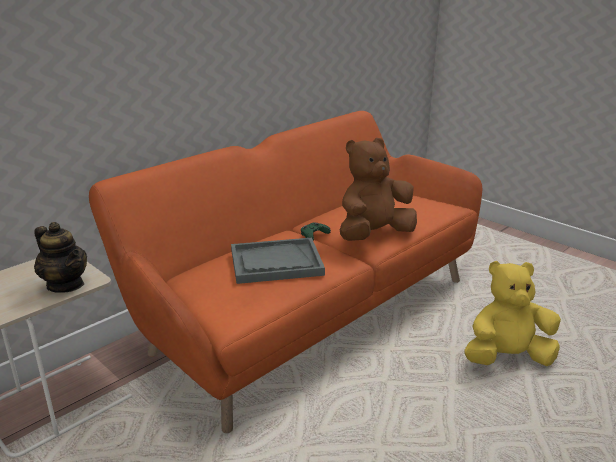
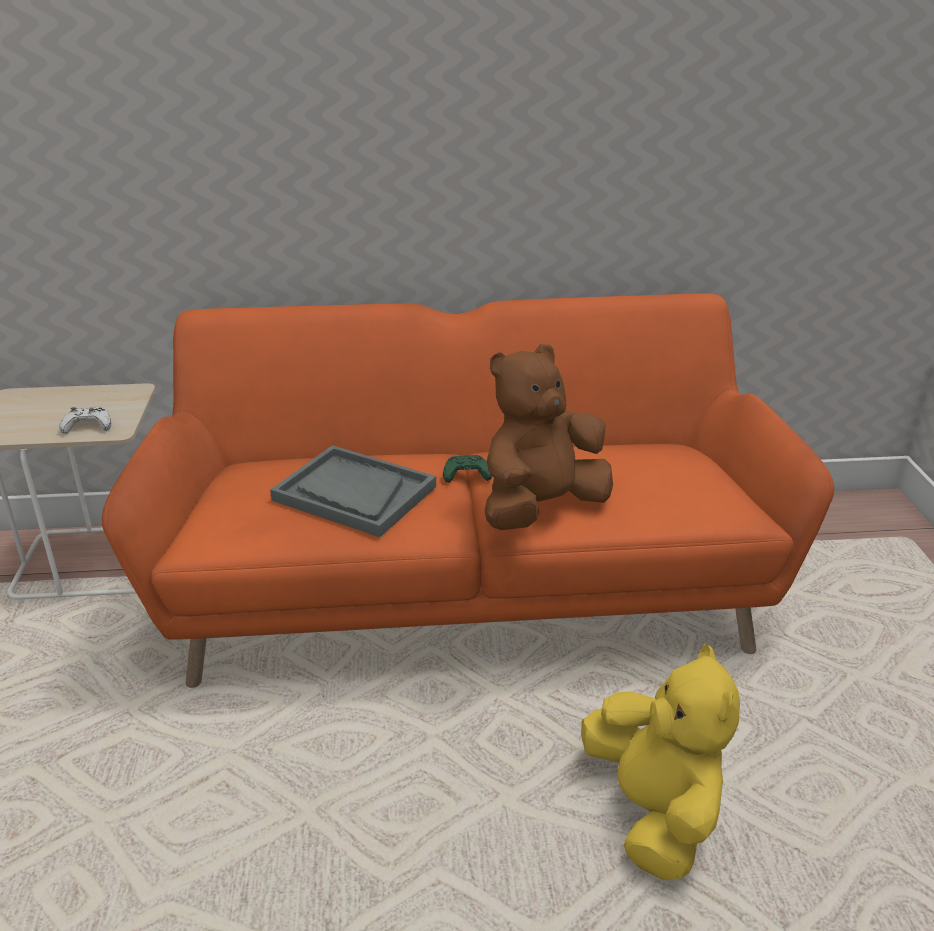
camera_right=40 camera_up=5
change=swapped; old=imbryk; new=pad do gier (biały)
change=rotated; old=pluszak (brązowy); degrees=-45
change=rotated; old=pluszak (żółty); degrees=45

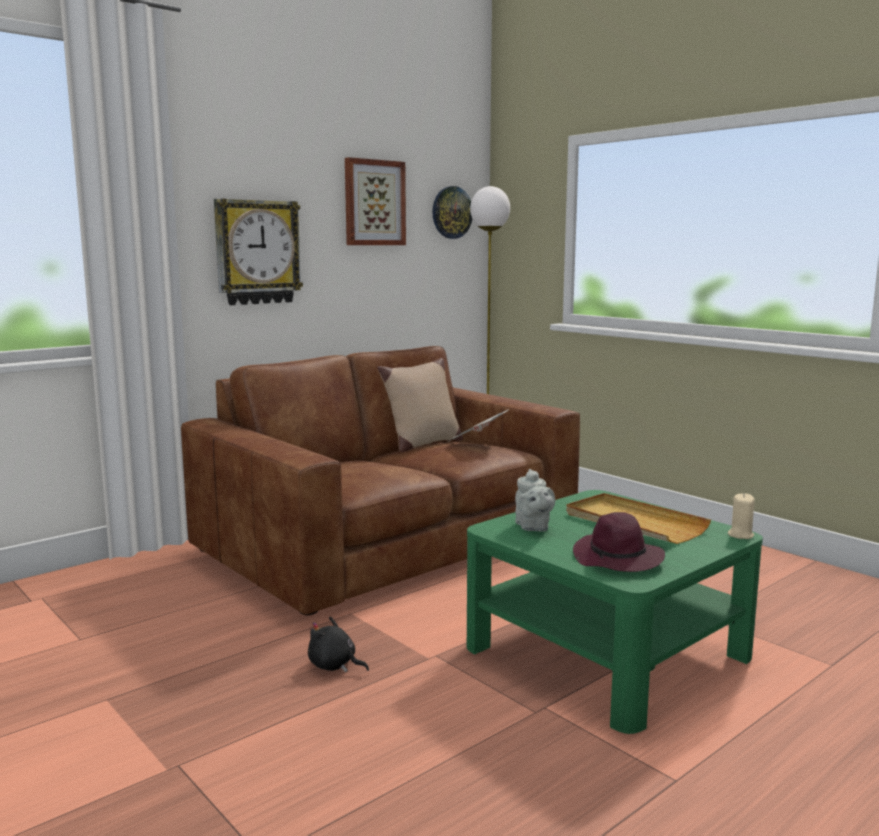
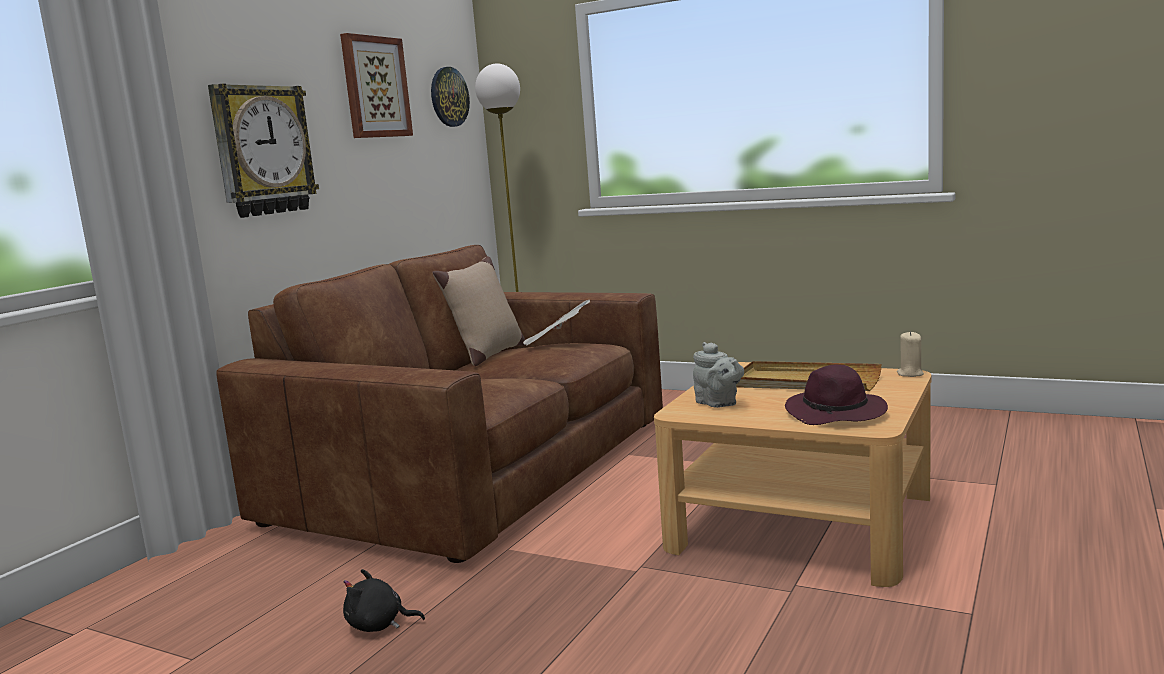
camera_right=-20 camera_up=0
change=shifted; old=pluszak (czarny)
change=repainted; old=ława (zielony); new=ława (beżowy)

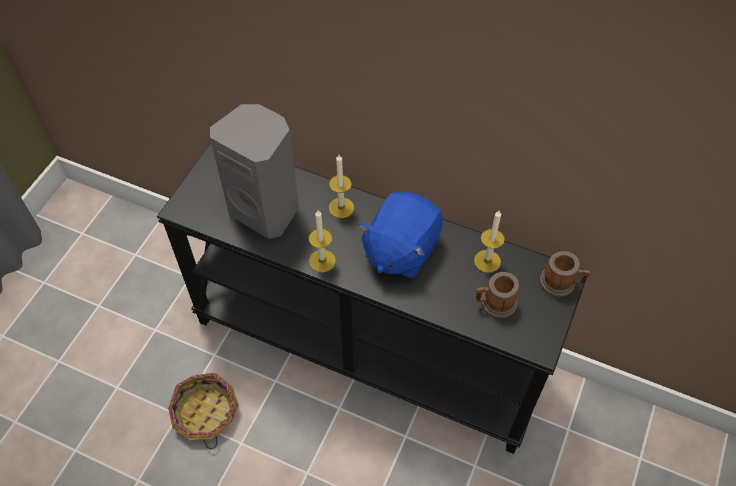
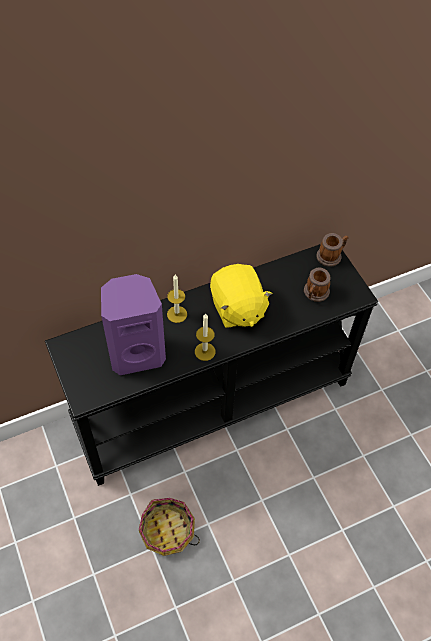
camera_right=-50 camera_up=0
change=gone; old=świeca (no. 3 from left)
change=repainted; old=głośnik (szary); new=głośnik (fioletowy)
change=repainted; old=pluszak (niebieski); new=pluszak (żółty)

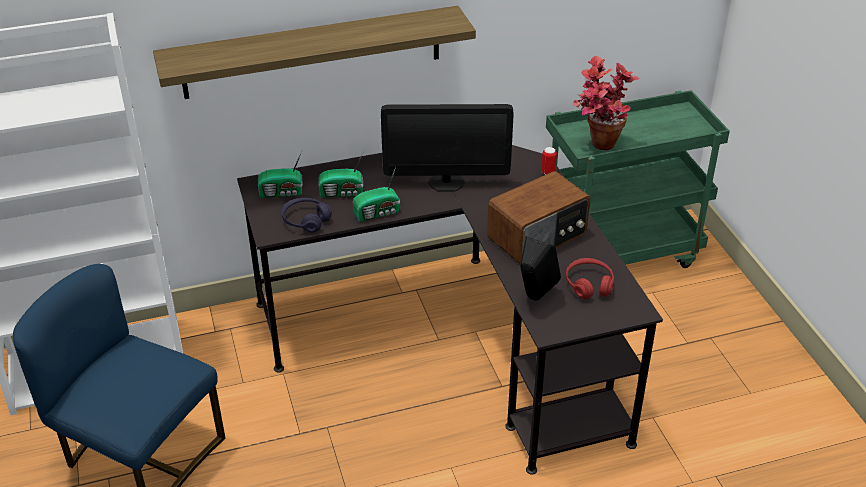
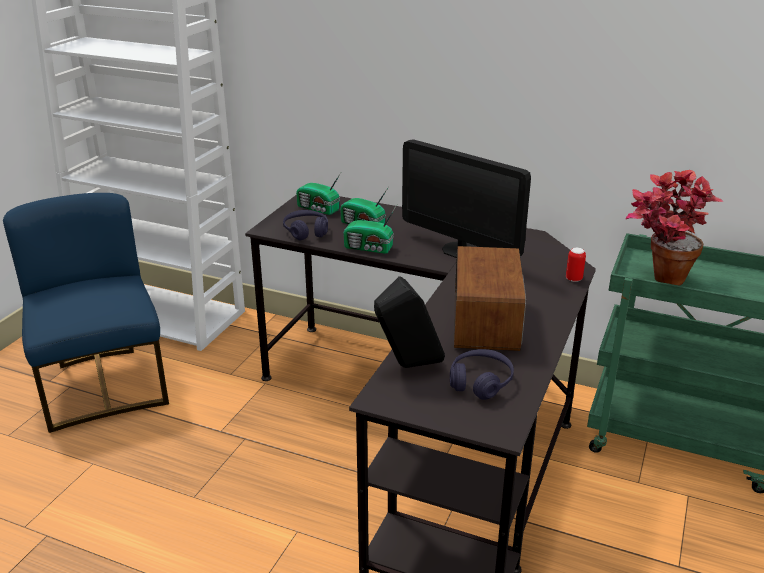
camera_right=40 camera_up=-10
change=gone; old=półka
change=repainted; old=słuchawki (czerwony); new=słuchawki (fioletowy) (no. 2 from left)
change=rotated; old=radio (no. 4 from left); degrees=-90

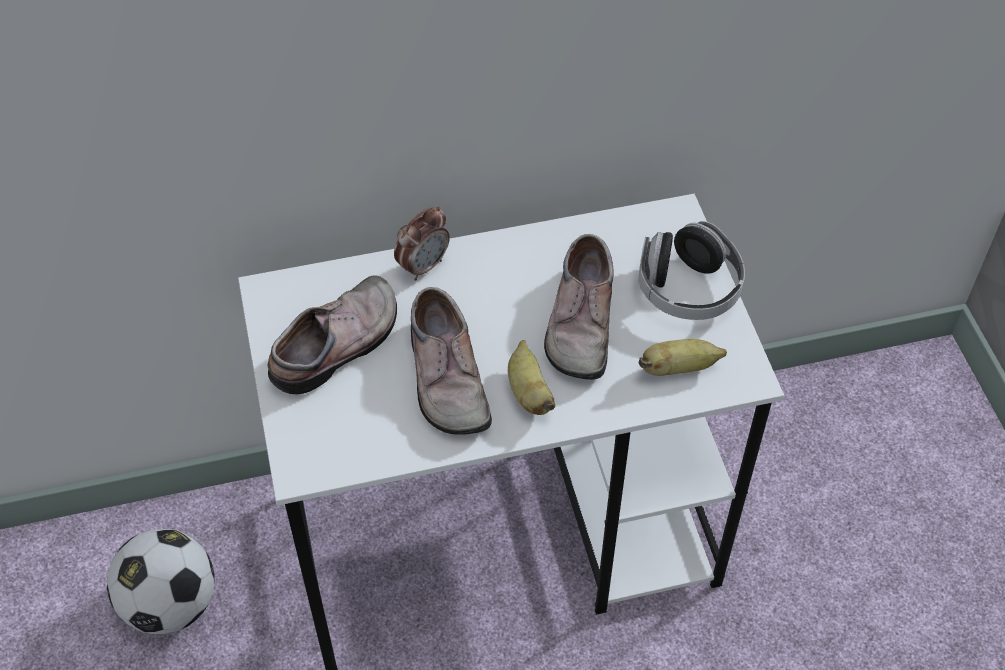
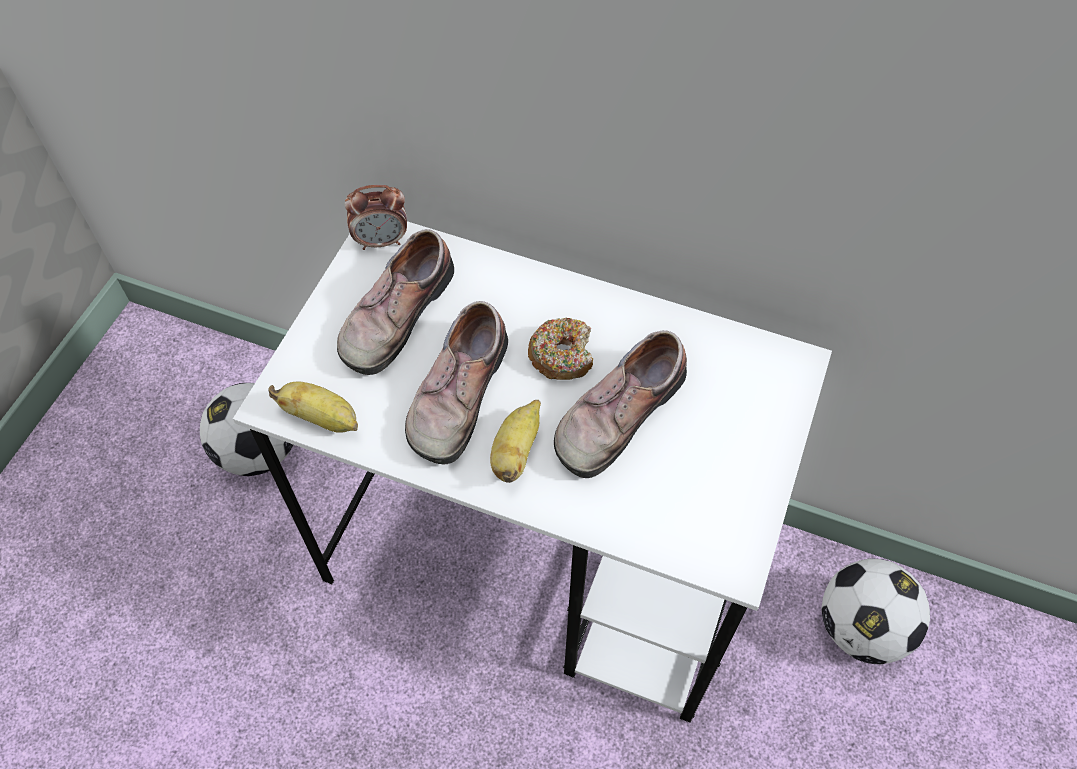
camera_right=35 camera_up=5
change=gone; old=słuchawki
change=new; new=donut
change=new; new=piłka futbolowa (no. 2 from left)
change=shifted; old=budzik
change=shifted; old=banan (no. 2 from left in the first image); new=banan (no. 1 from left)
change=rotated; old=but (no. 1 from left); degrees=135

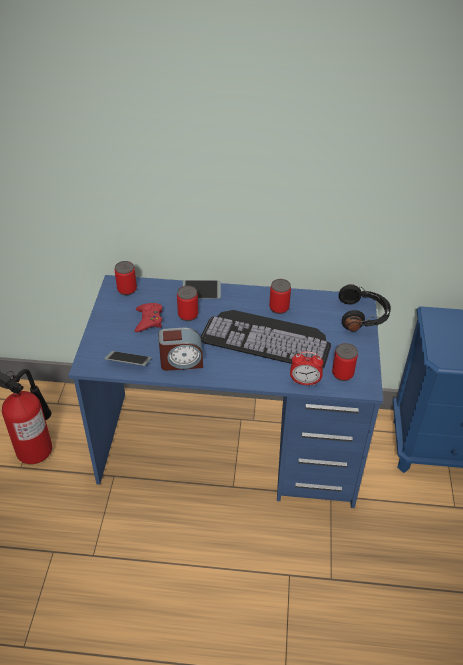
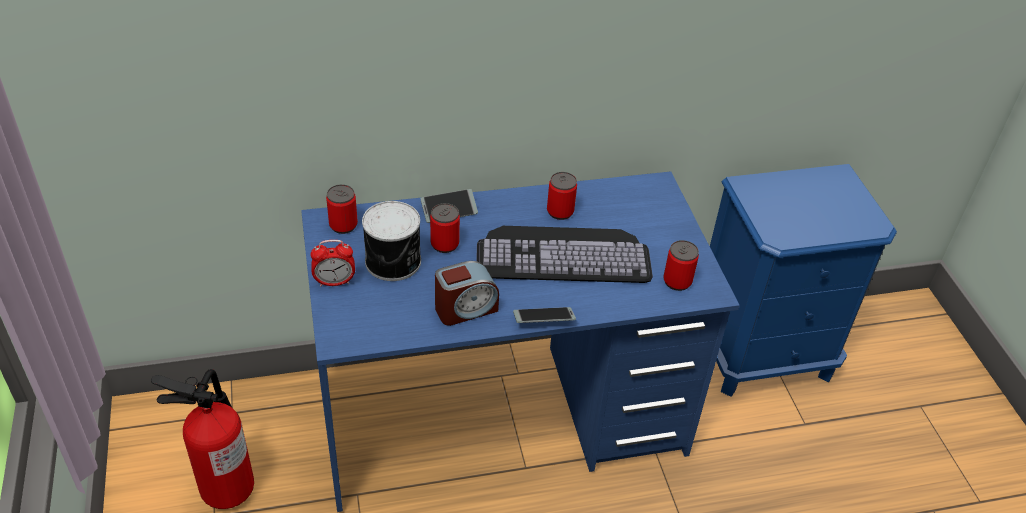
camera_right=-20 camera_up=0
change=gone; old=słuchawki (czarny)
change=shifted; old=telefon (no. 1 from left in the first image); new=telefon (no. 2 from left)
change=shifted; old=budzik (no. 2 from left in the first image); new=budzik (no. 1 from left)
change=swapped; old=pad do gier (czerwony); new=puszka (no. 2 from left)

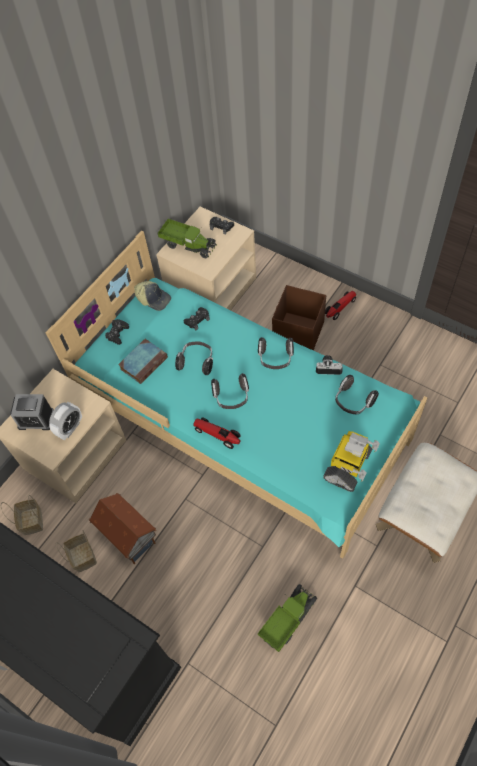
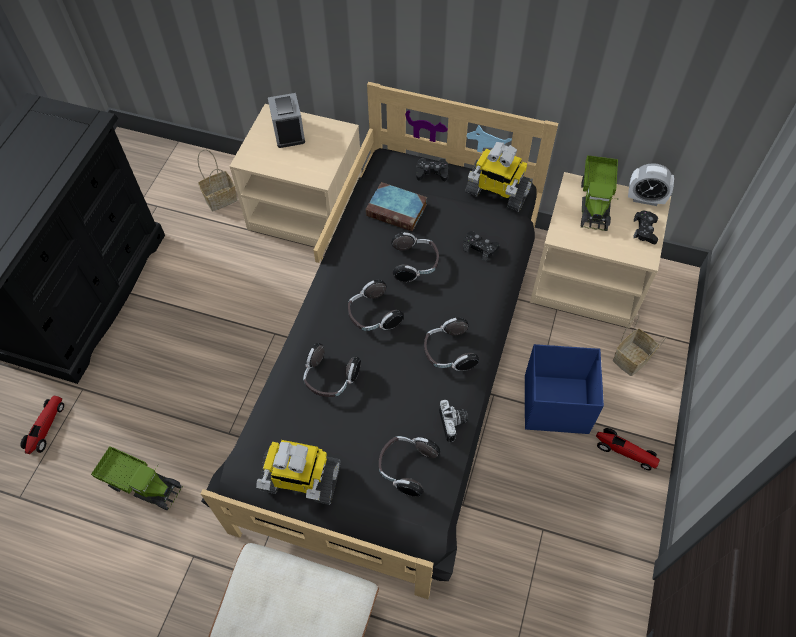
camera_right=70 camera_up=0
change=gone; old=domek
change=new; new=słuchawki (no. 1 from left)
change=shifted; old=budzik (no. 2 from left)
change=shifted; old=koszyk (no. 2 from left)
change=shifted; old=samochodzik (no. 1 from left)
change=swapped; old=czapka z daszkiem; new=robot zabawkowy (no. 2 from left)
change=repainted; old=łóżko (turkusowy); new=łóżko (czarny)
change=repainted; old=pojemnik do przechowywania (brązowy); new=pojemnik do przechowywania (niebieski)

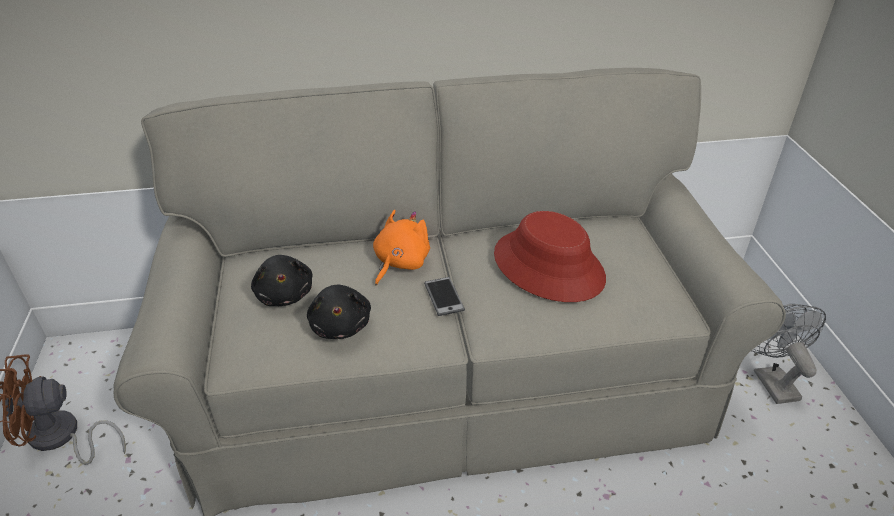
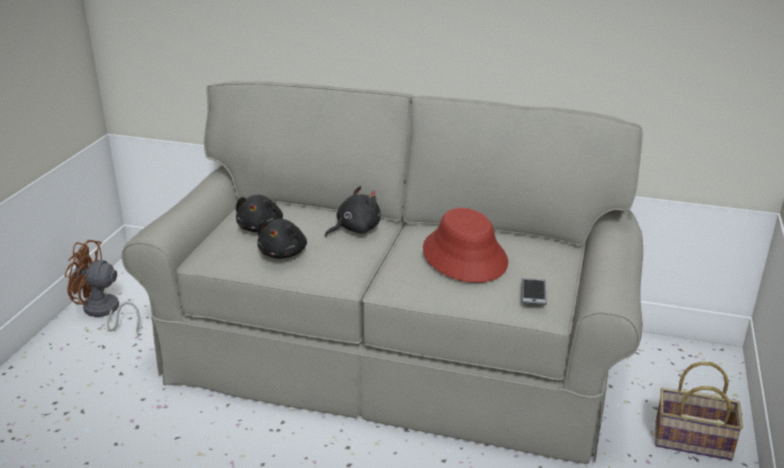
camera_right=25 camera_up=-10
change=shifted; old=telefon
change=swapped; old=wentylator (szary); new=koszyk
change=repainted; old=pluszak (pomarańczowy); new=pluszak (czarny) (no. 3 from left)

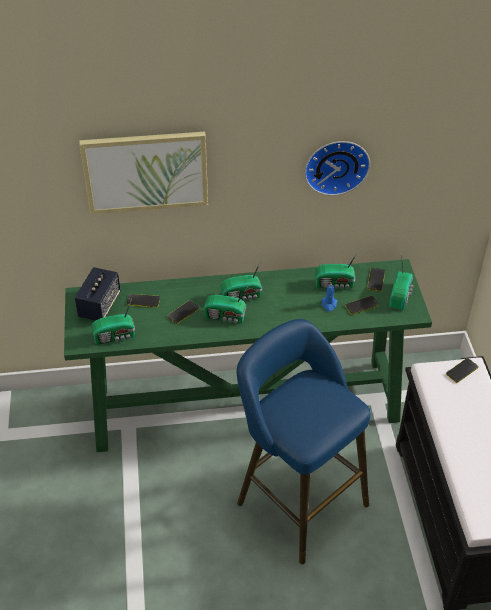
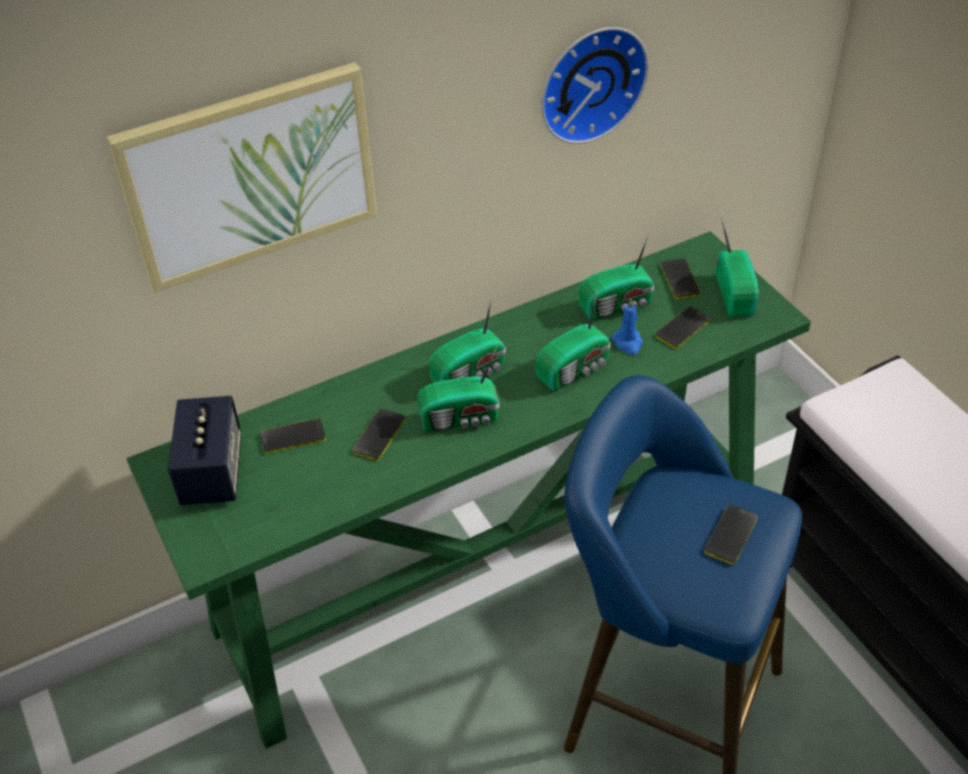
camera_right=-20 camera_up=0
change=shifted; old=radio (no. 1 from left in the first image); new=radio (no. 3 from left)
change=shifted; old=telefon (no. 5 from left)

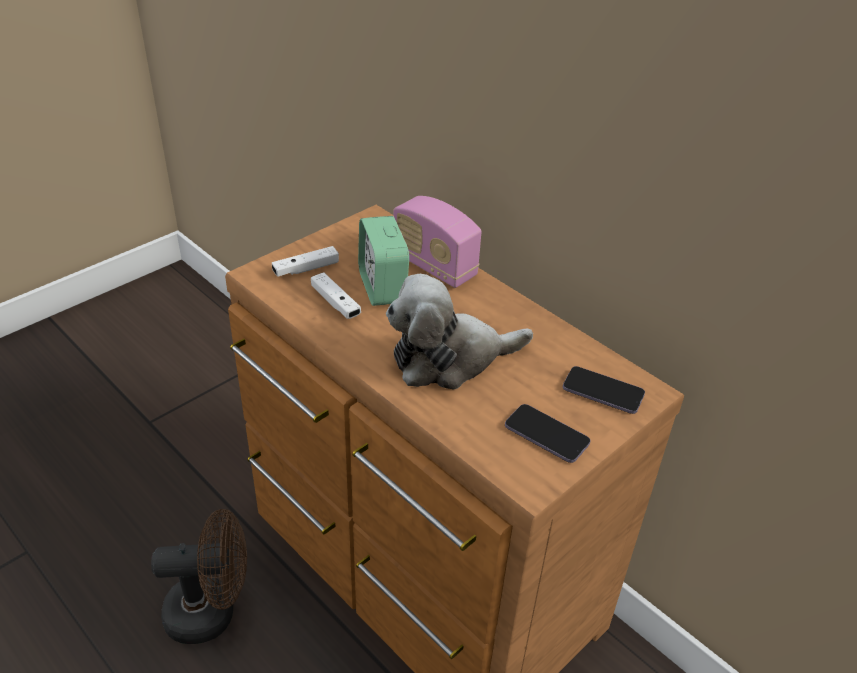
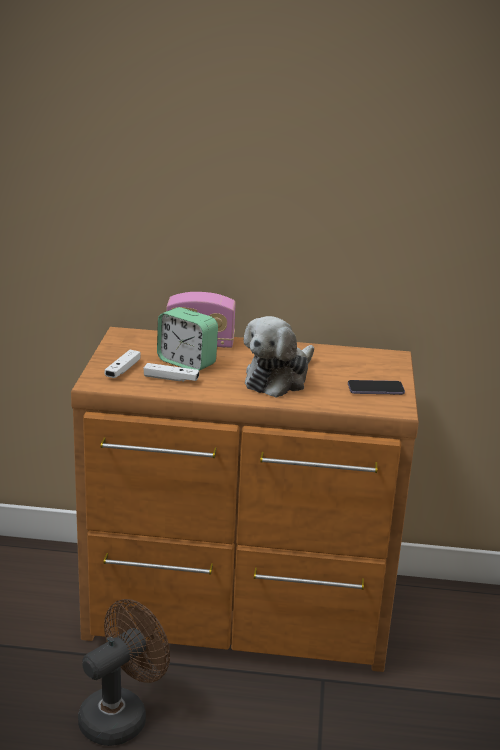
camera_right=-40 camera_up=-15
change=gone; old=telefon (no. 2 from left)

